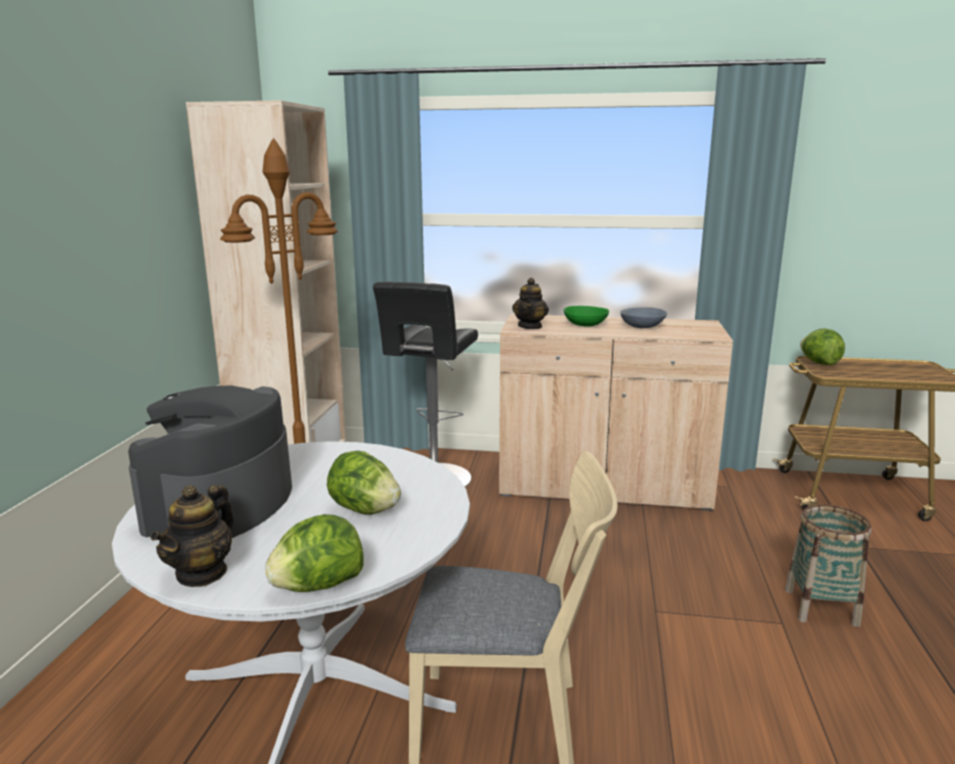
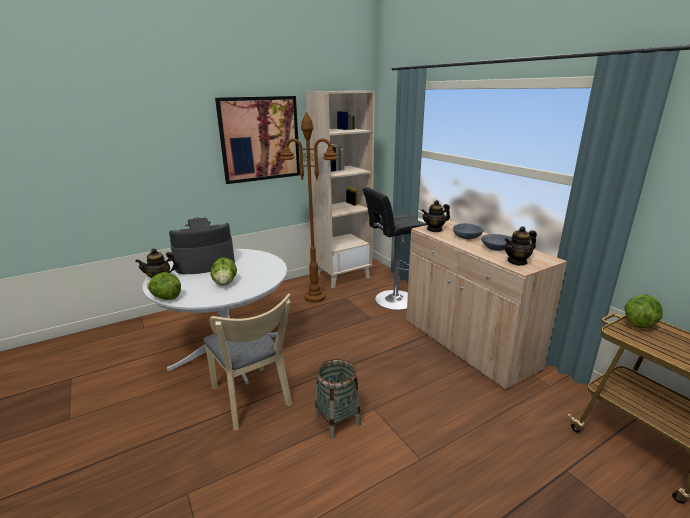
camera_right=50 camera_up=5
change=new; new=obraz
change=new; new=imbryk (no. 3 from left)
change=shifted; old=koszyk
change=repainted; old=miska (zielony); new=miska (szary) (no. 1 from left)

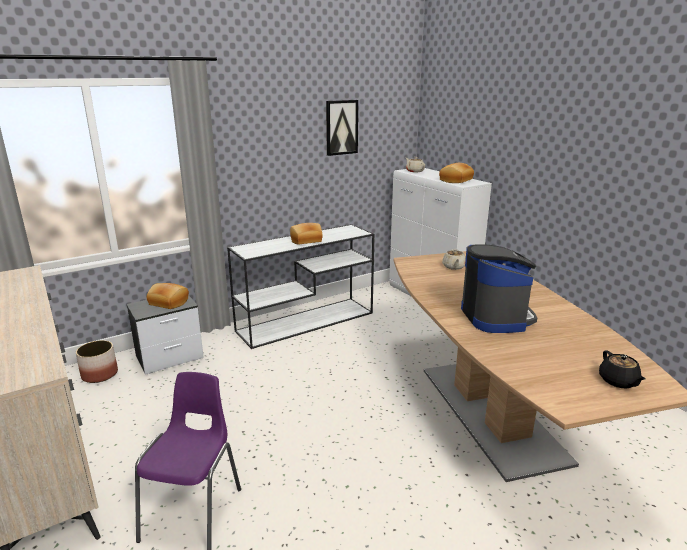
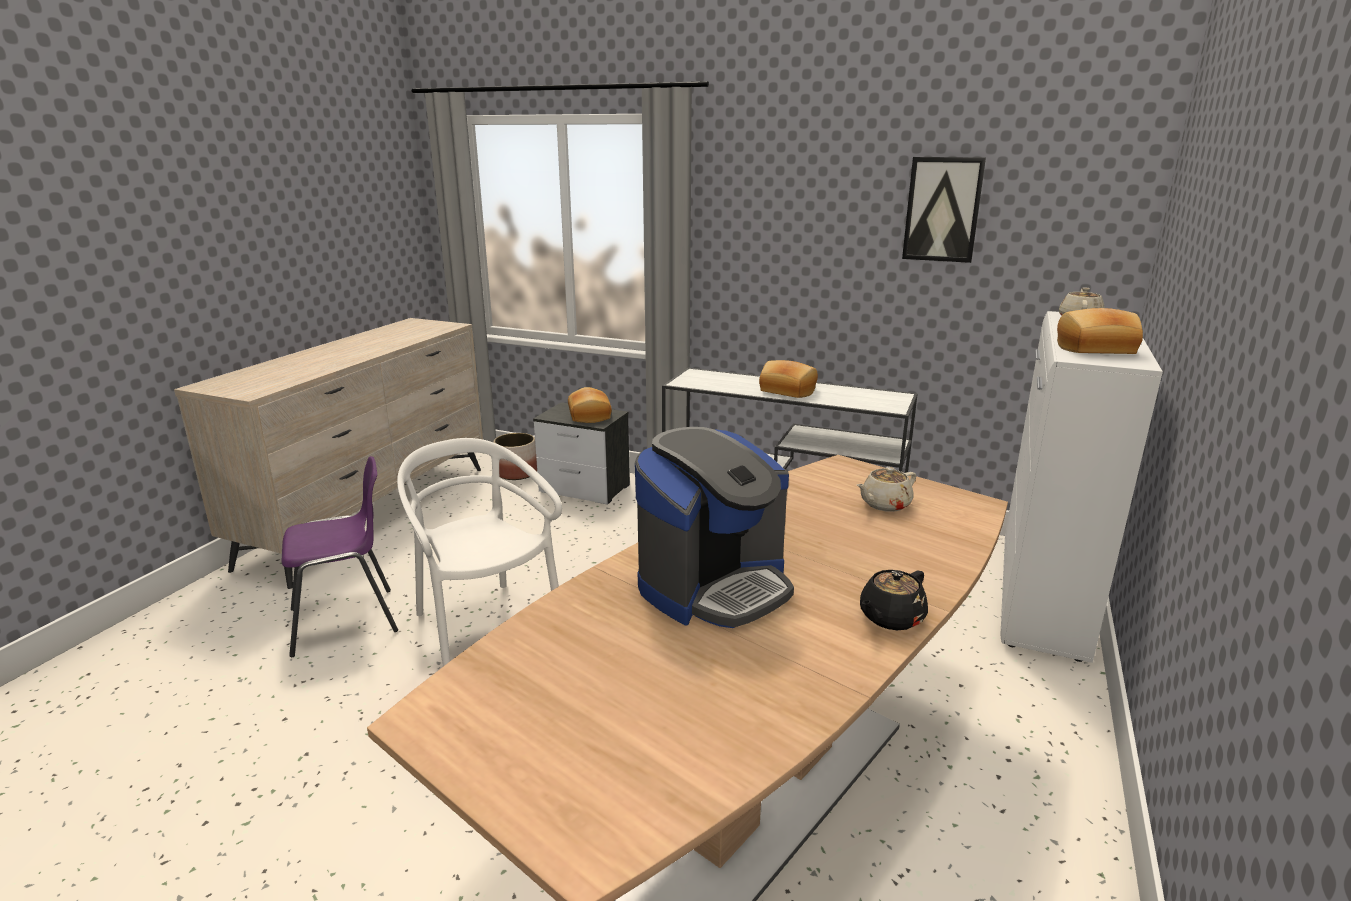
camera_right=55 camera_up=0
change=new; new=krzesło (biały)
change=shifted; old=imbryk (czarny)

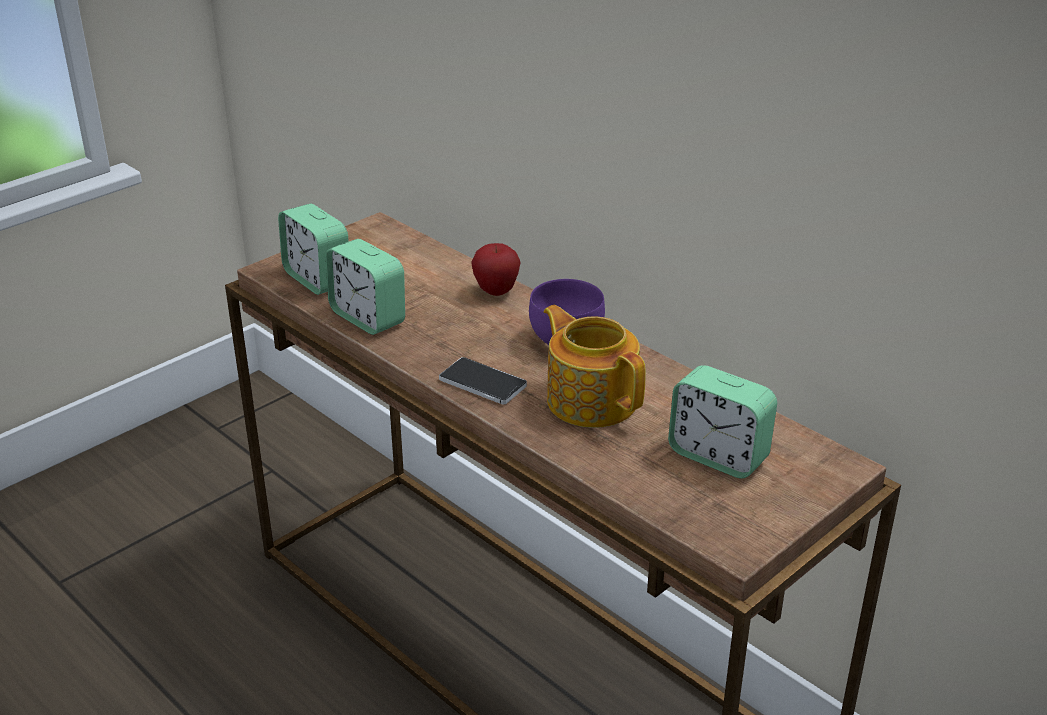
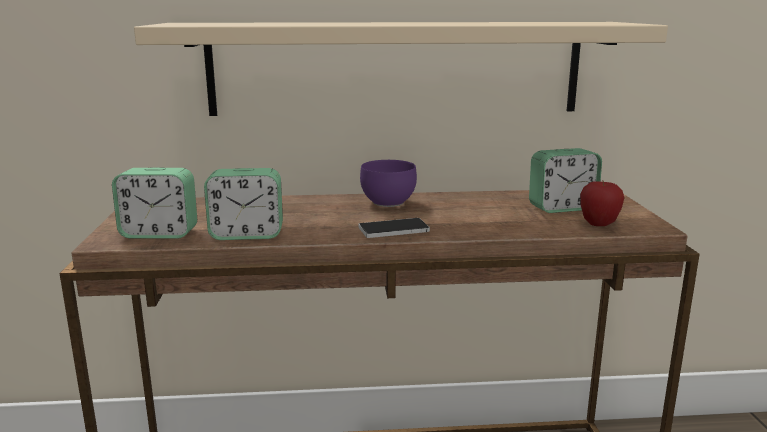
camera_right=-50 camera_up=-15
change=gone; old=imbryk
change=new; new=półka (beżowy)
change=shifted; old=jabłko

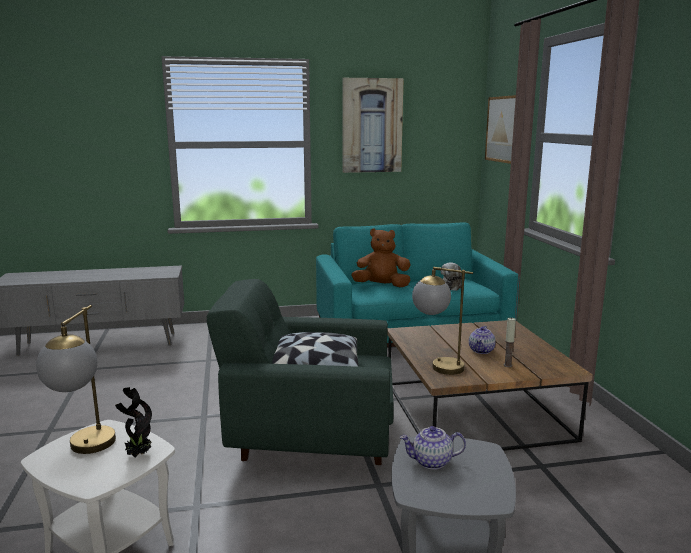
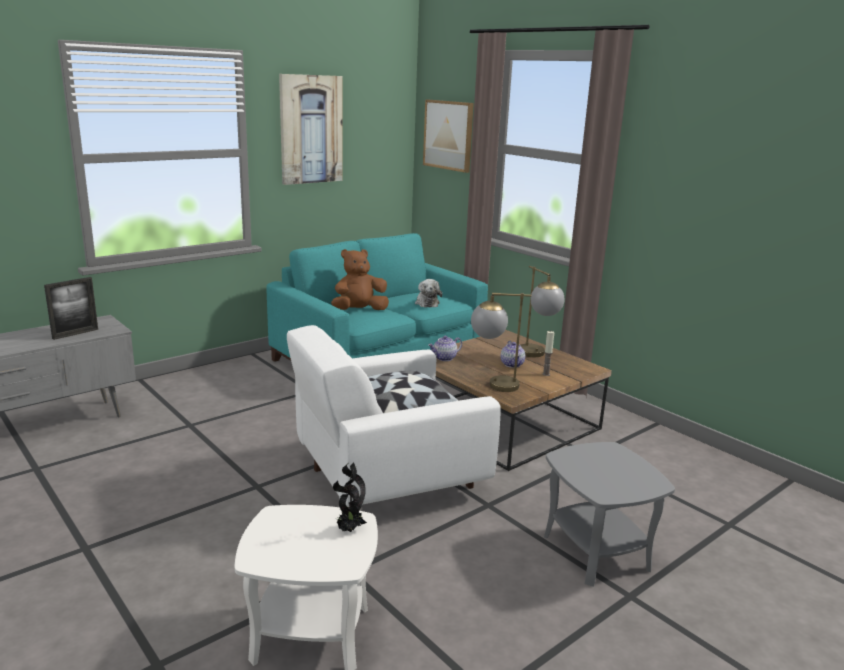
camera_right=-30 camera_up=5
change=new; new=ramka na zdjęcie
change=shifted; old=lampa stołowa (no. 1 from left in the first image); new=lampa stołowa (no. 2 from left)
change=shifted; old=imbryk (no. 1 from left)
change=repainted; old=fotel (zielony); new=fotel (biały)

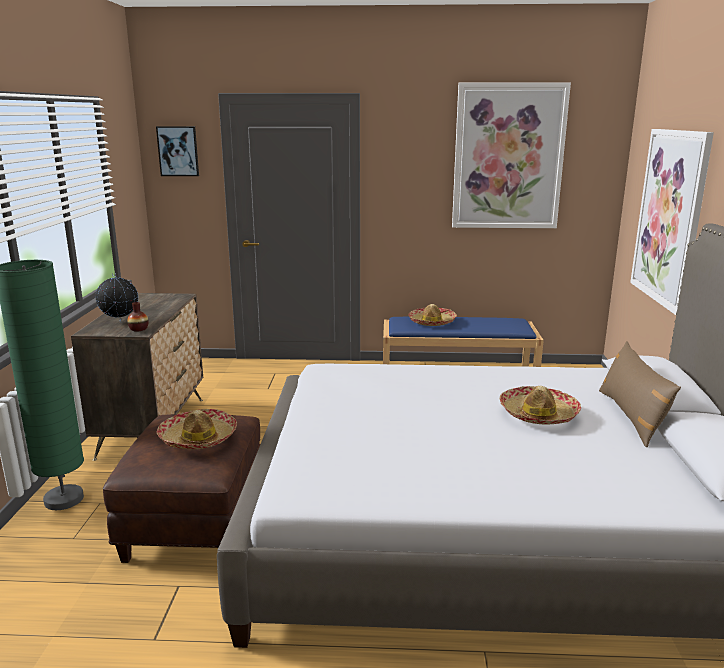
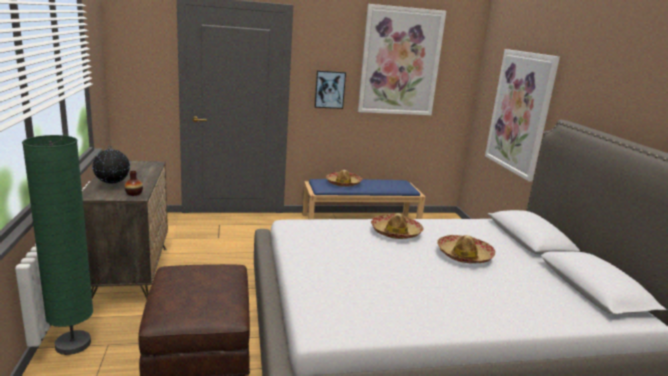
camera_right=-15 camera_up=0
change=gone; old=poduszka (brązowy)
change=shifted; old=obraz (no. 1 from left)
change=shifted; old=kapelusz (no. 1 from left in the first image); new=kapelusz (no. 2 from left)

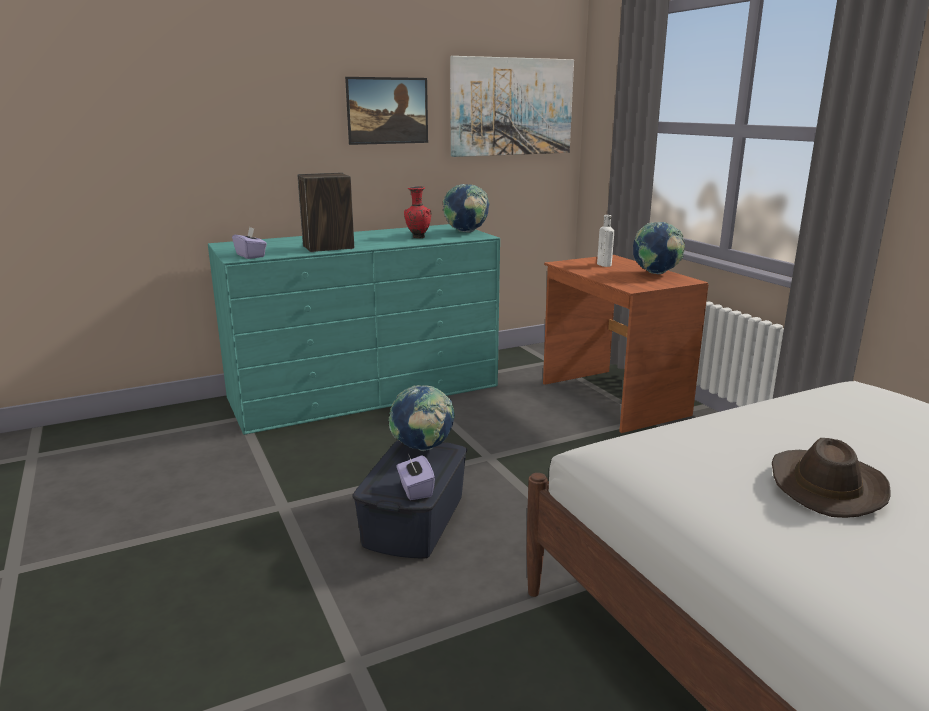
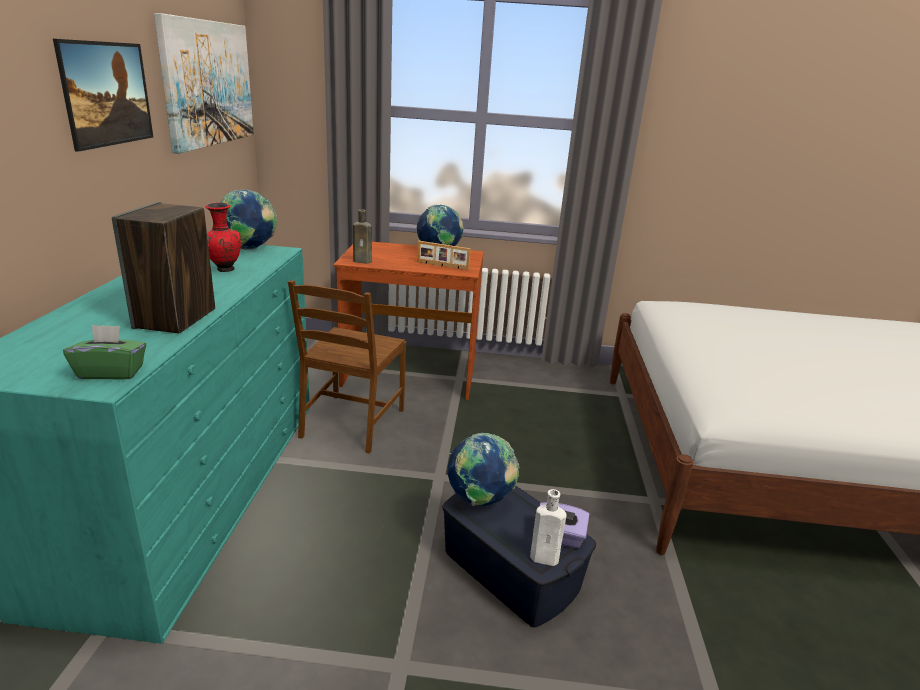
camera_right=-60 camera_up=5
change=gone; old=kapelusz (brązowy)
change=new; new=krzesło (brązowy)
change=new; new=butelka (brązowy)
change=new; new=ramka na zdjęcie
change=shifted; old=butelka (biały)
change=repainted; old=pudełko chusteczek (fioletowy) (no. 1 from left); new=pudełko chusteczek (zielony)

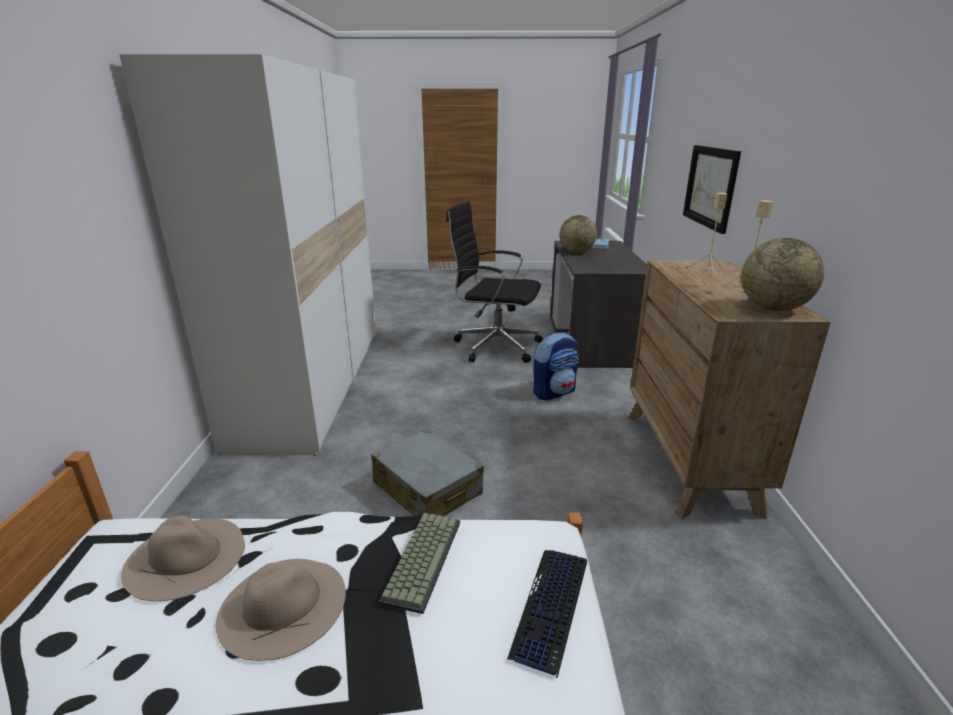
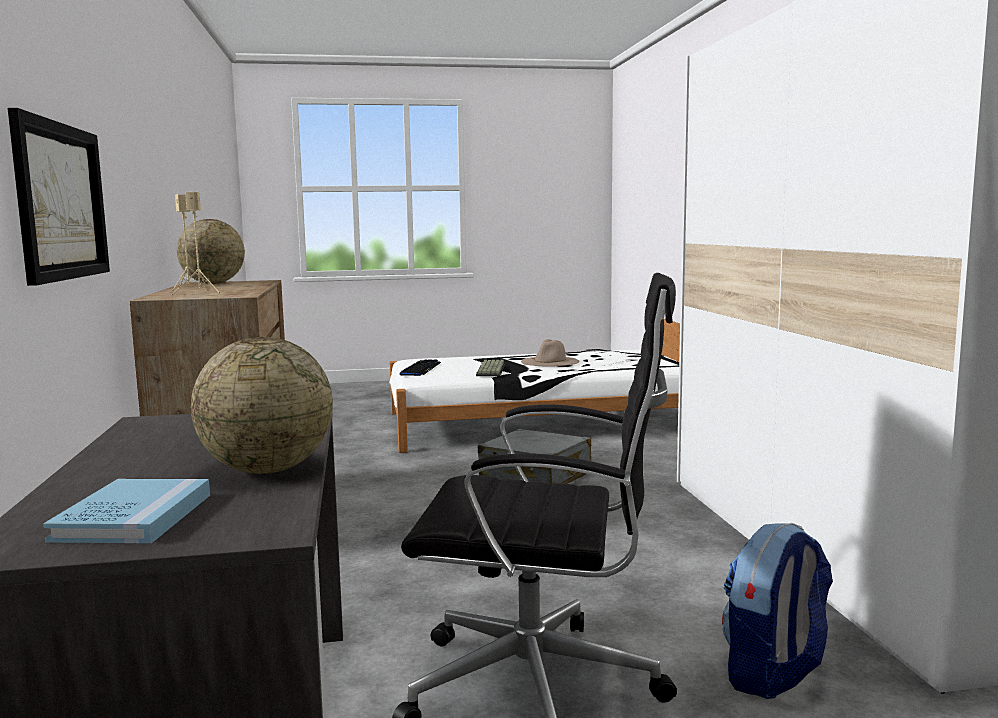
camera_right=170 camera_up=-15
change=gone; old=kapelusz (beżowy) (no. 1 from left)
change=shifted; old=plecak

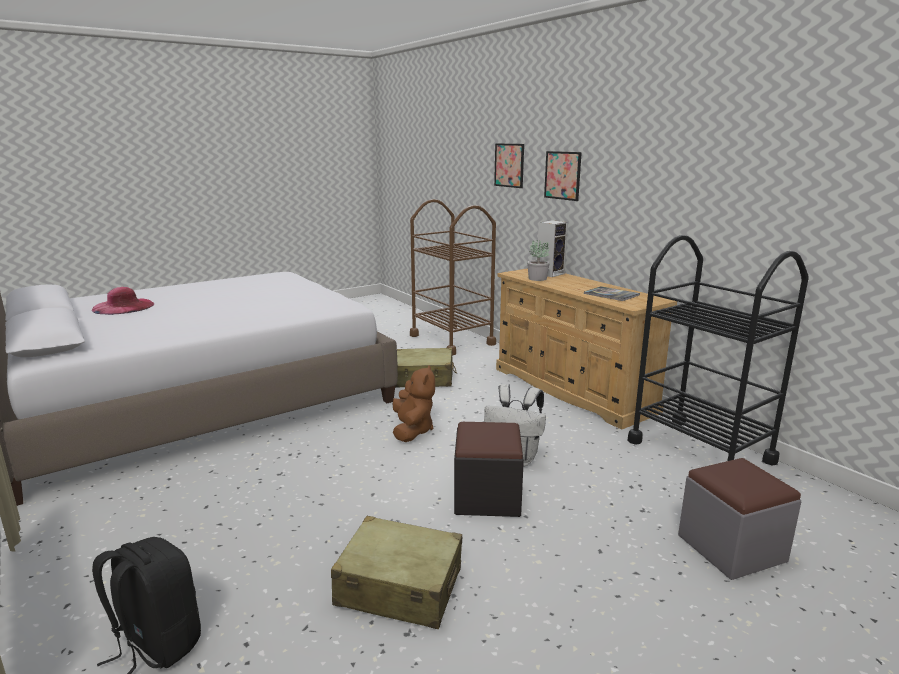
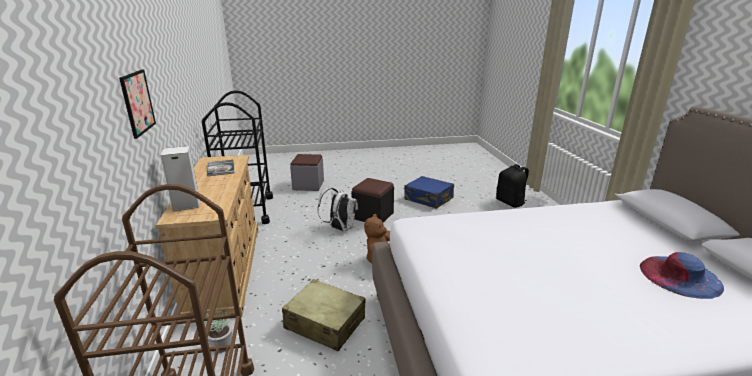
camera_right=-155 camera_up=5
change=gone; old=obraz (no. 1 from left)
change=shifted; old=roślina doniczkowa
change=repainted; old=kapelusz (różowy); new=kapelusz (niebieski)
change=repainted; old=walizka (beżowy) (no. 1 from left); new=walizka (niebieski)

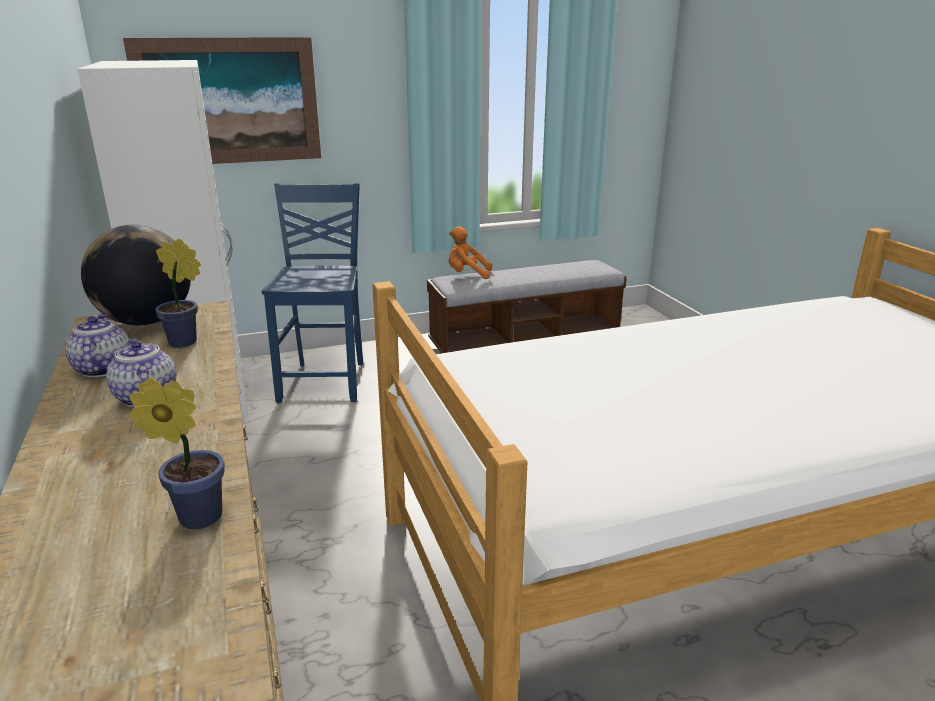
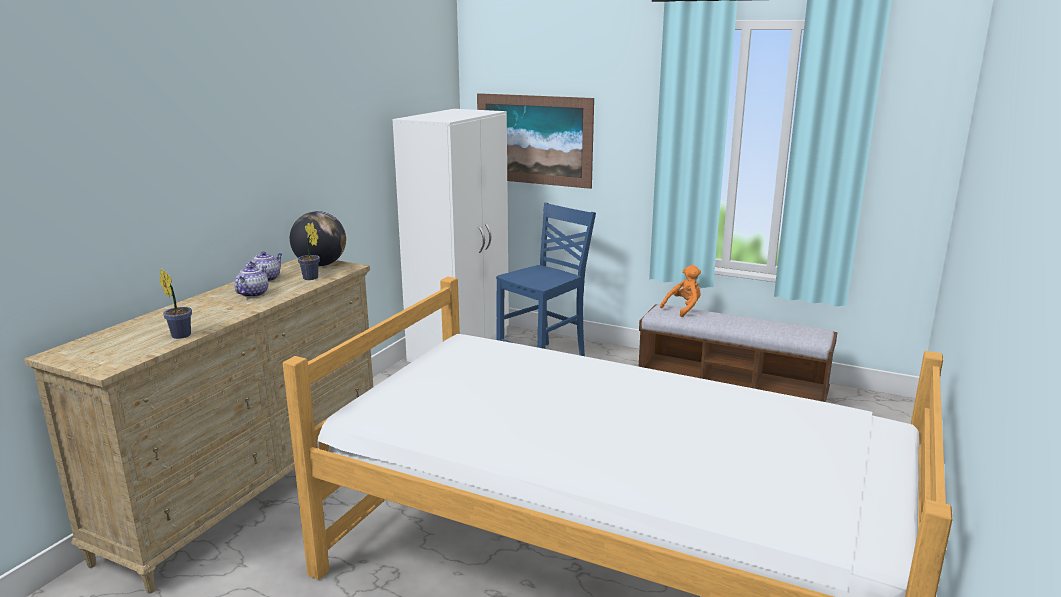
camera_right=45 camera_up=-5
change=rotated; old=pluszak (pomarańczowy); degrees=90

